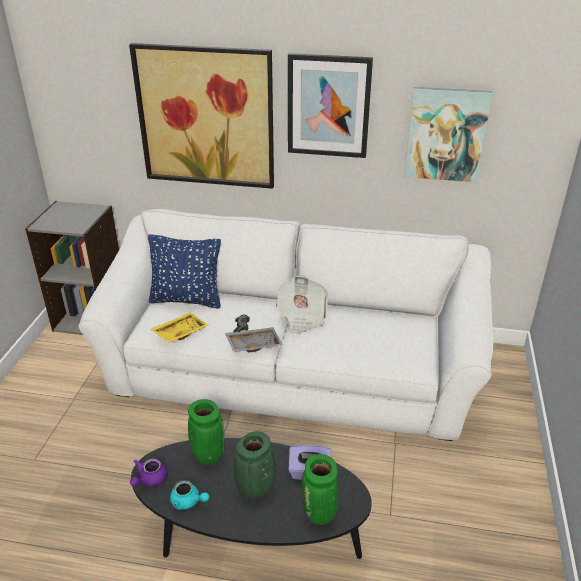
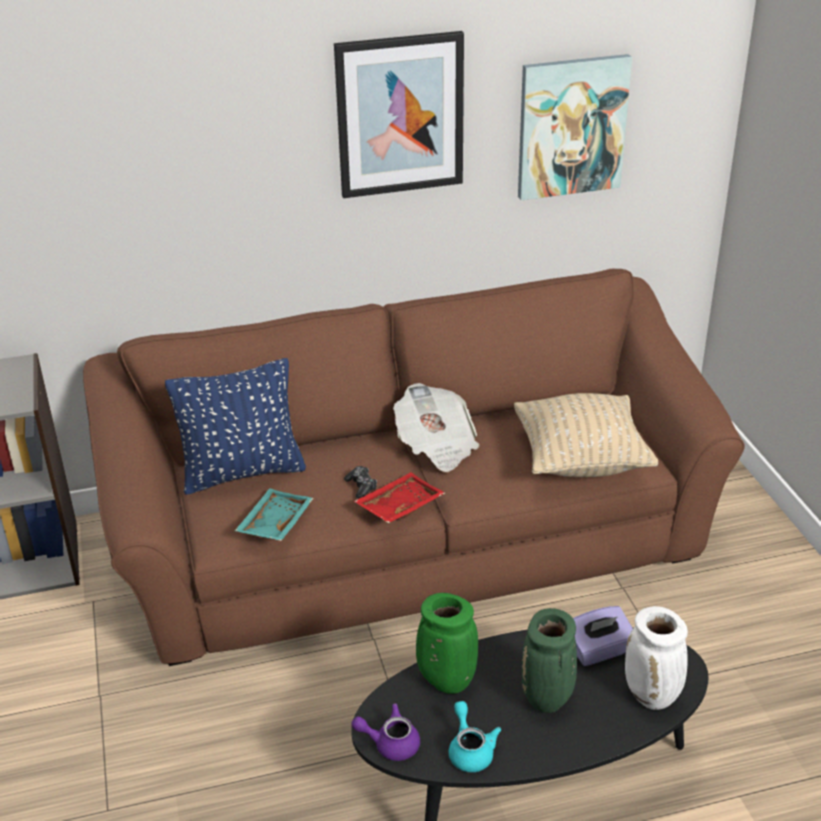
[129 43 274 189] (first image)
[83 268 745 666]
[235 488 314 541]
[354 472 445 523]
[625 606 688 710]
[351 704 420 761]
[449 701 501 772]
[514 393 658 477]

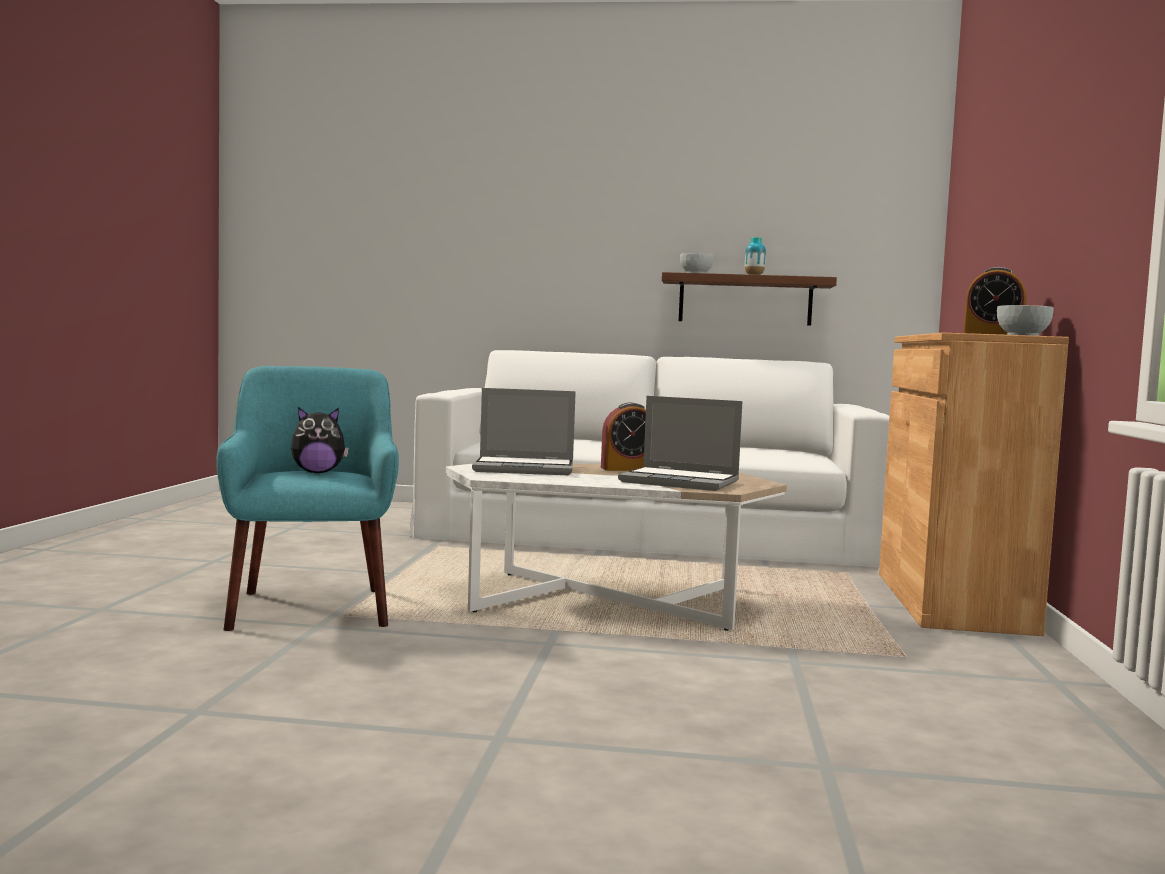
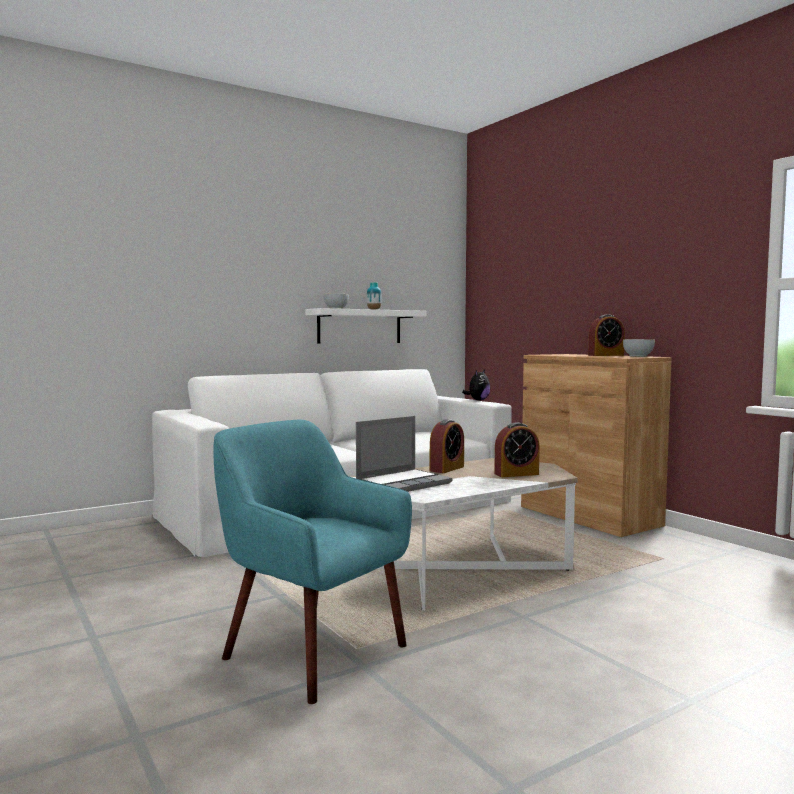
[306 308 426 344]
[494 422 540 477]
[462 370 490 401]

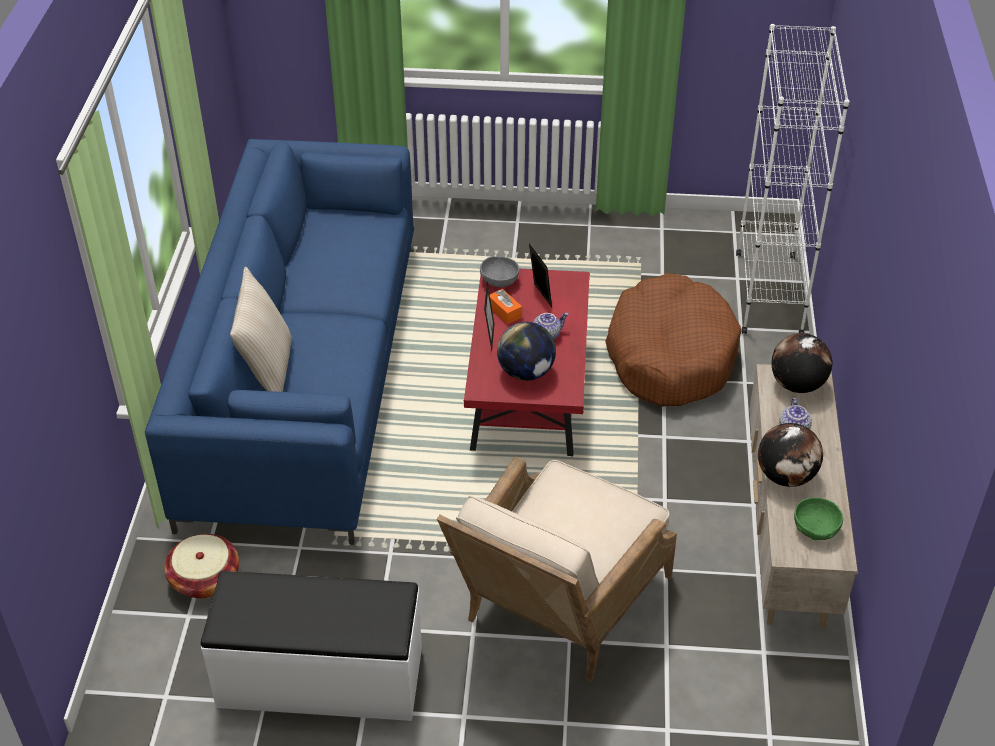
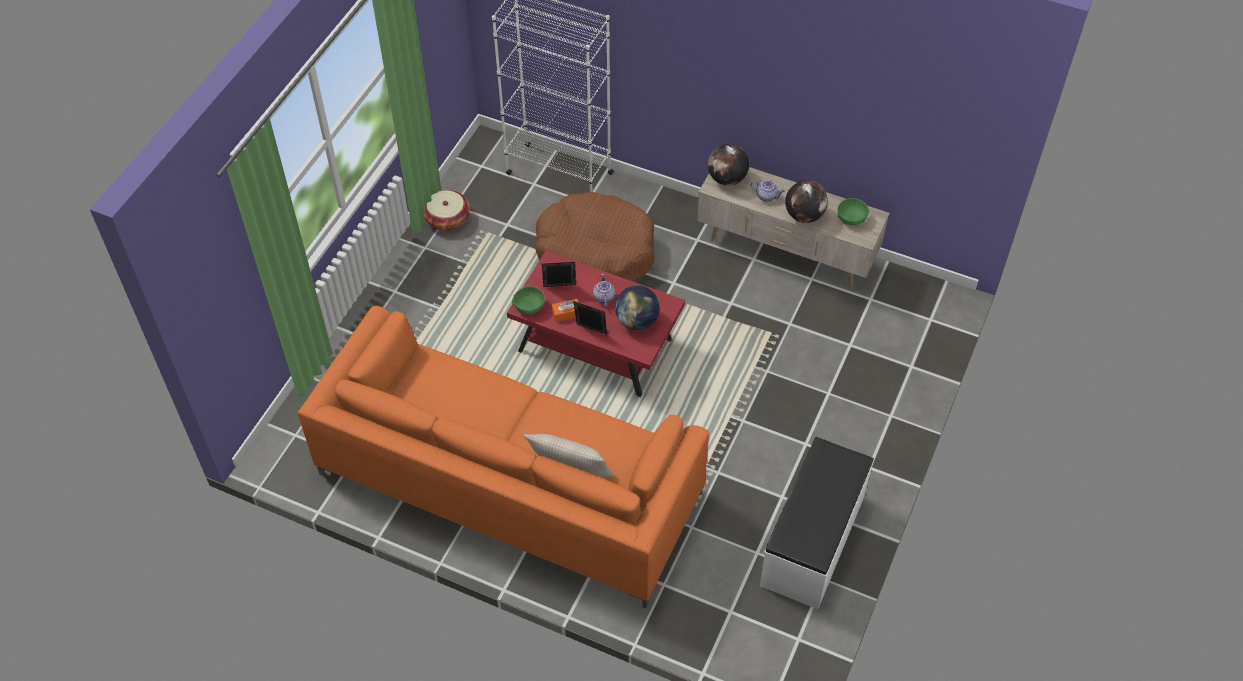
[298 306 709 609]
[512 286 545 314]
[437 457 677 682] (first image)
[423 190 470 231]

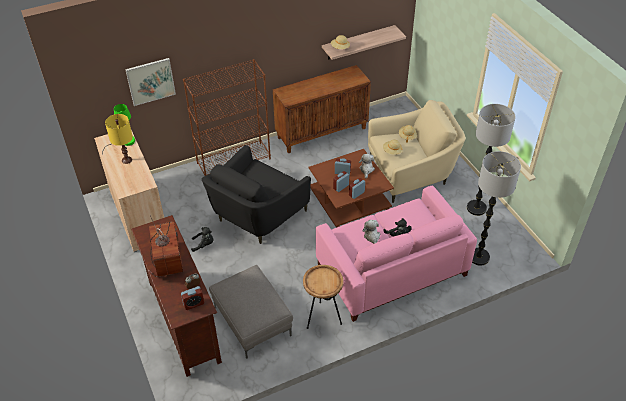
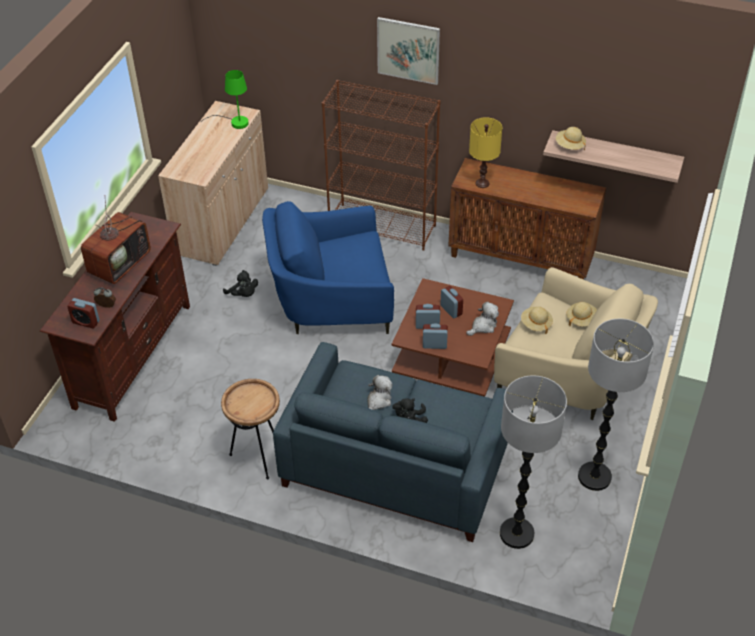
[377 17 440 85]
[469 117 502 188]
[262 201 394 334]
[273 342 513 542]
[209 265 293 359] (first image)

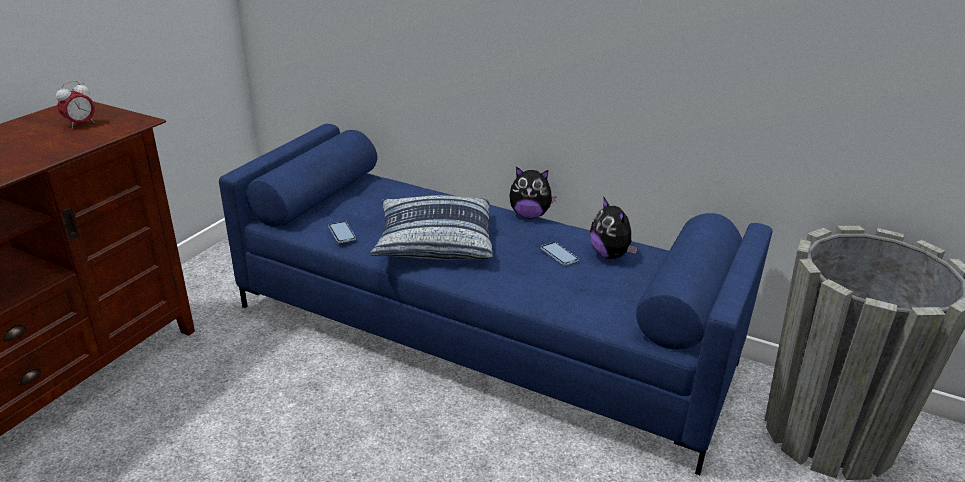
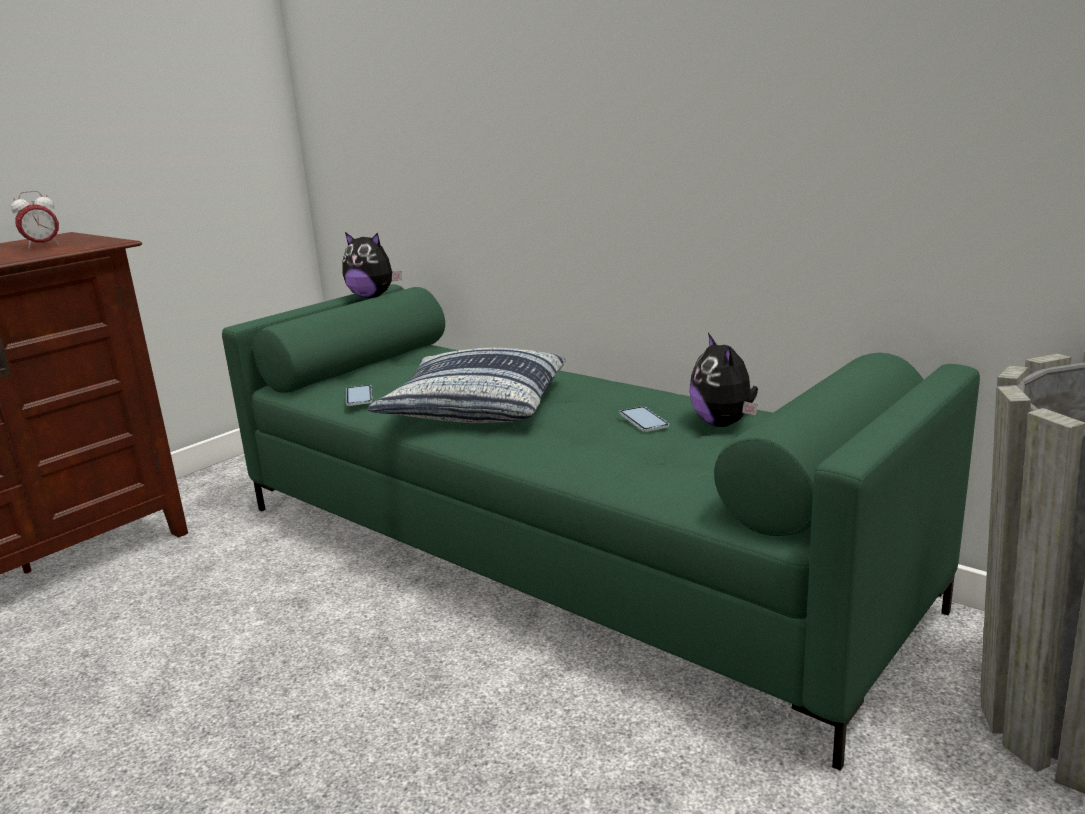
[222 284 980 771]
[343 232 402 298]

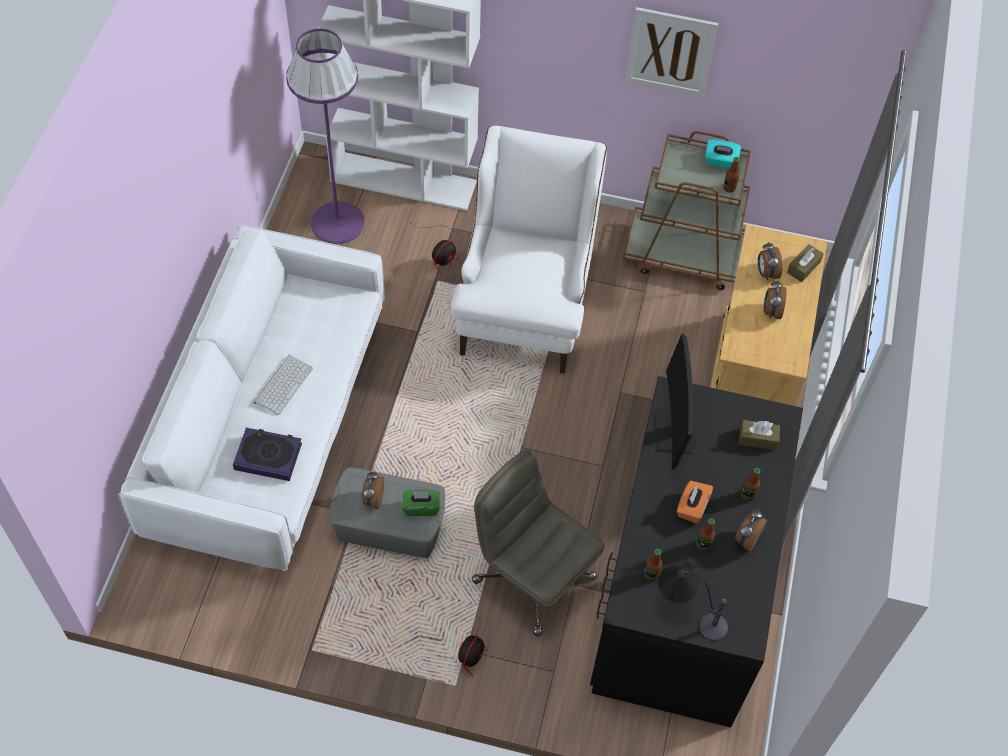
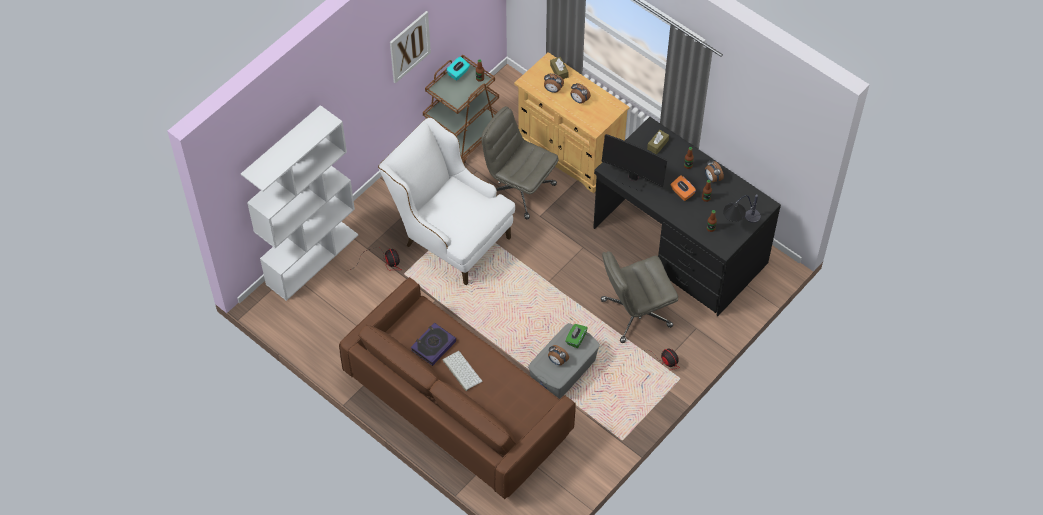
[286 29 365 244] (first image)
[339 277 576 499]
[411 323 456 366]
[481 106 559 219]

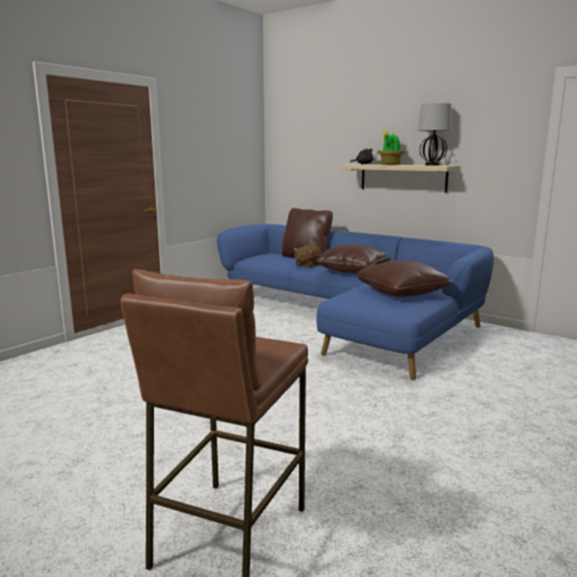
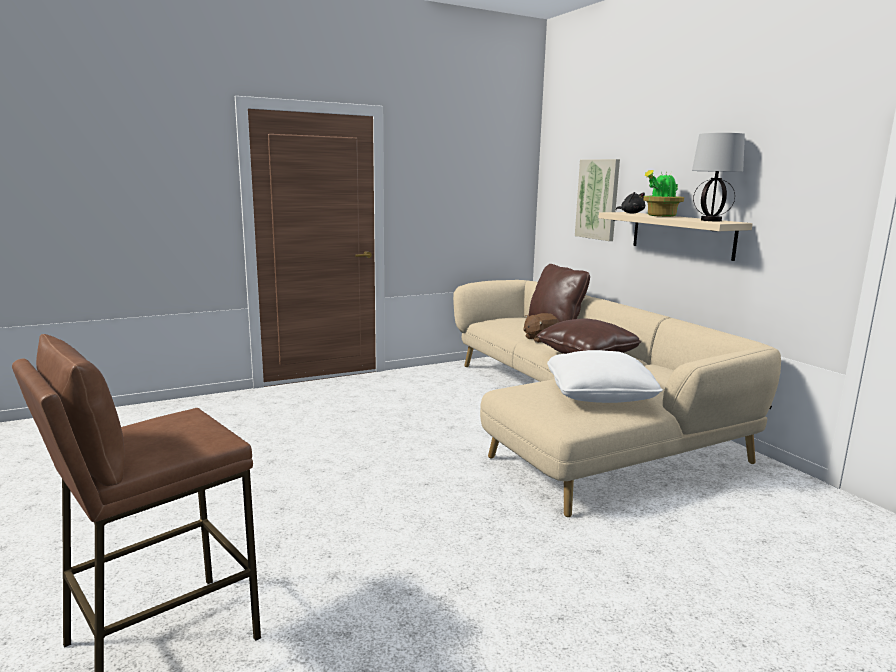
[453 280 781 517]
[547 350 663 403]
[575 159 620 241]

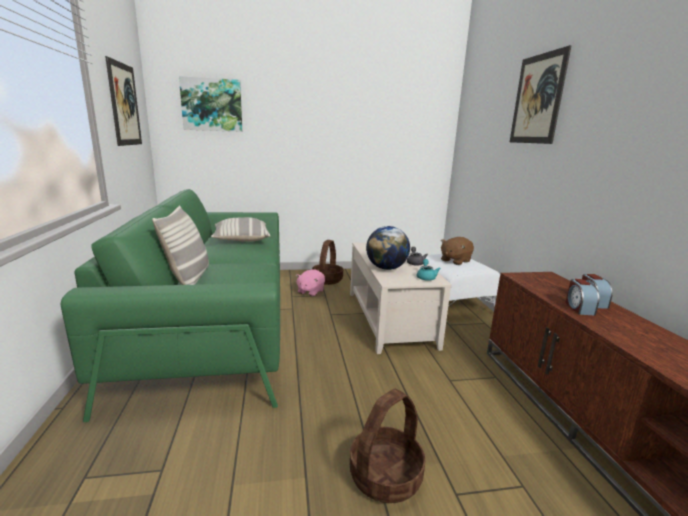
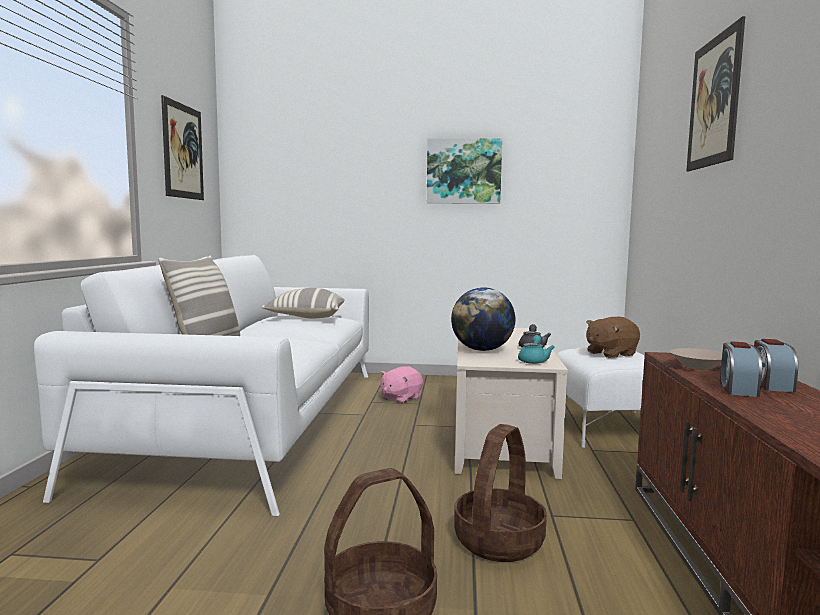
[427 138 502 204]
[34 255 369 516]
[454 424 547 562]
[670 348 723 370]

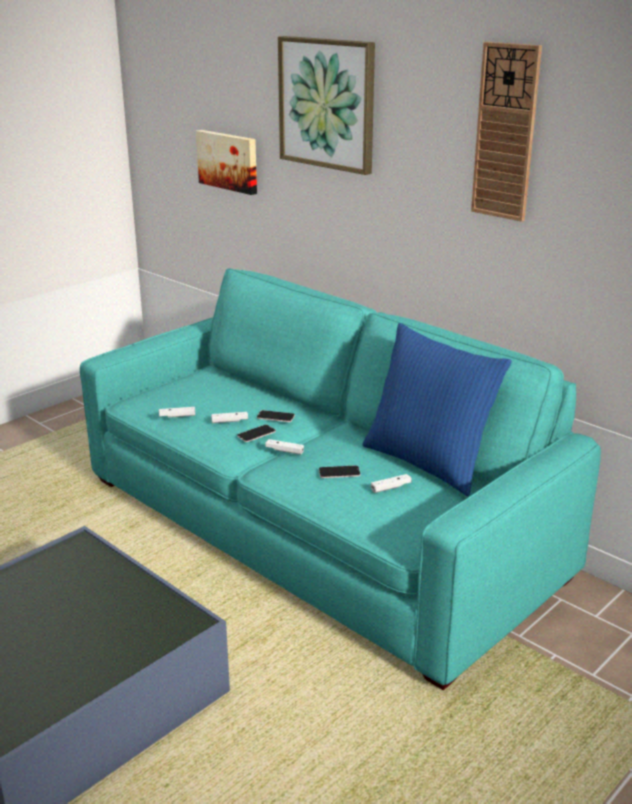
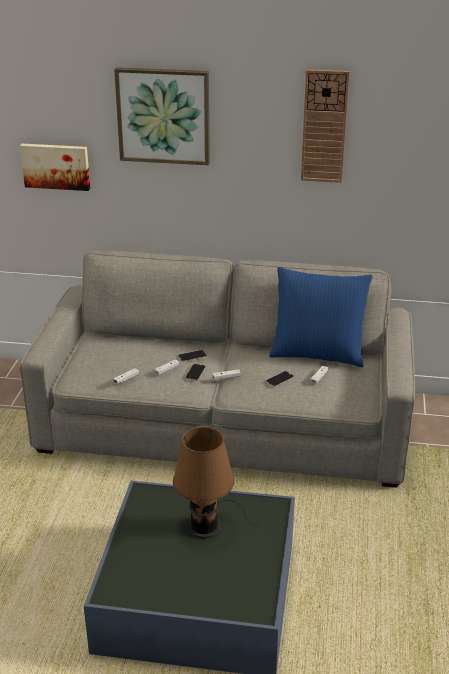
[20 251 415 488]
[173 427 259 539]

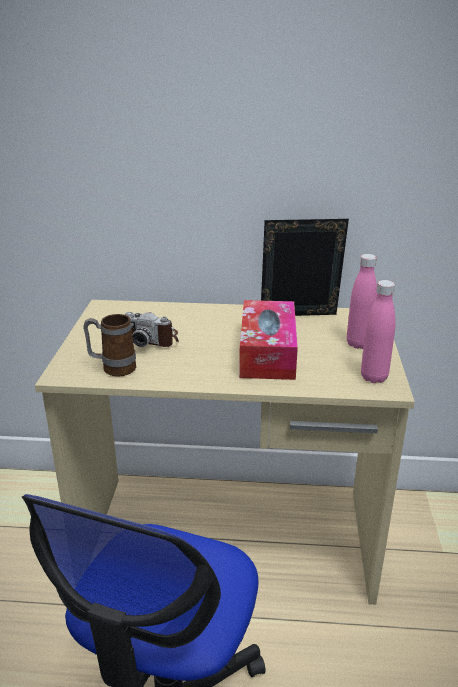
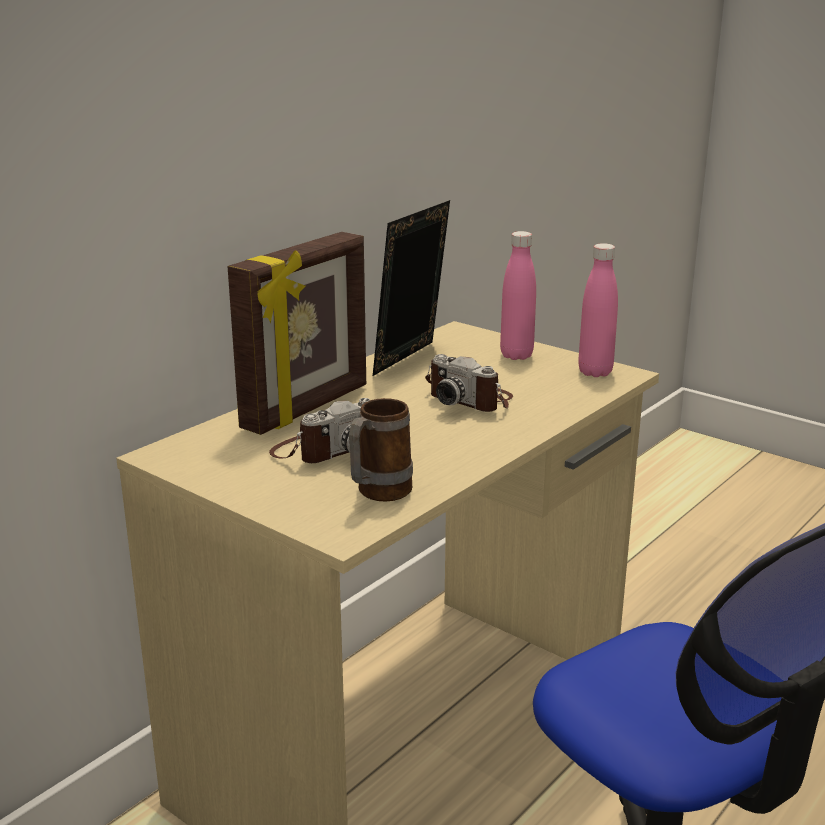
[425 354 513 412]
[228 232 366 435]

